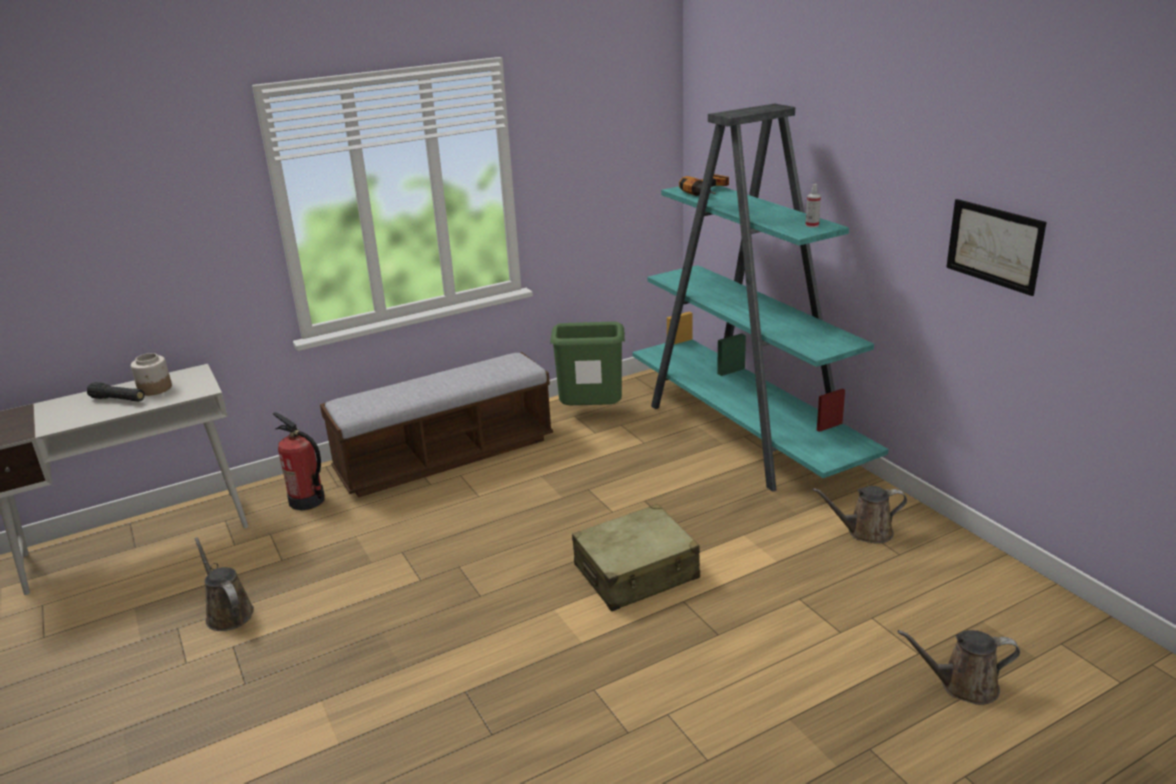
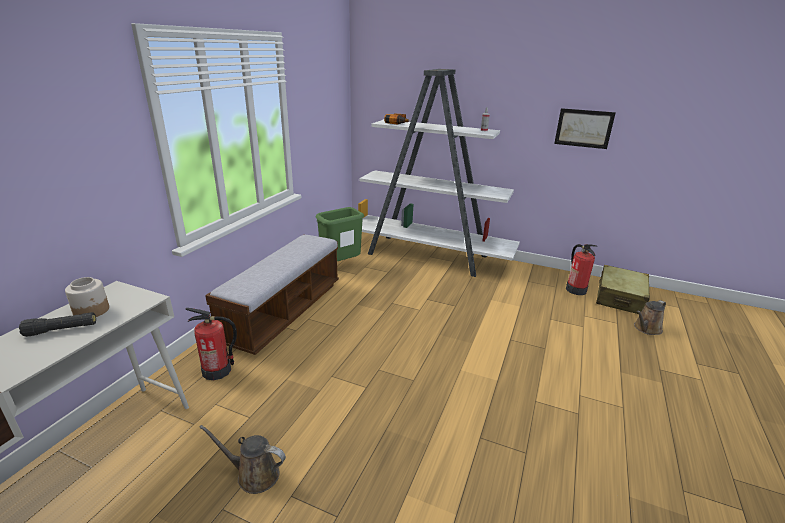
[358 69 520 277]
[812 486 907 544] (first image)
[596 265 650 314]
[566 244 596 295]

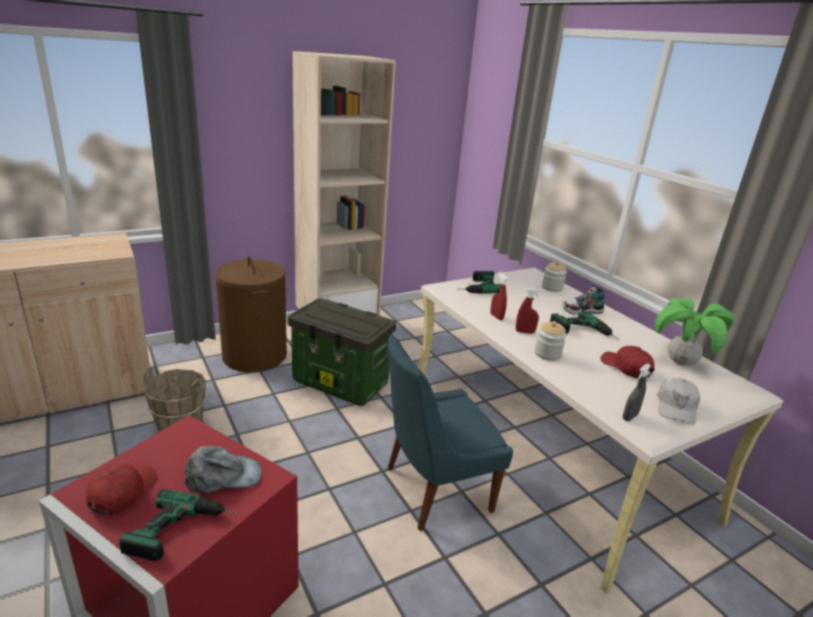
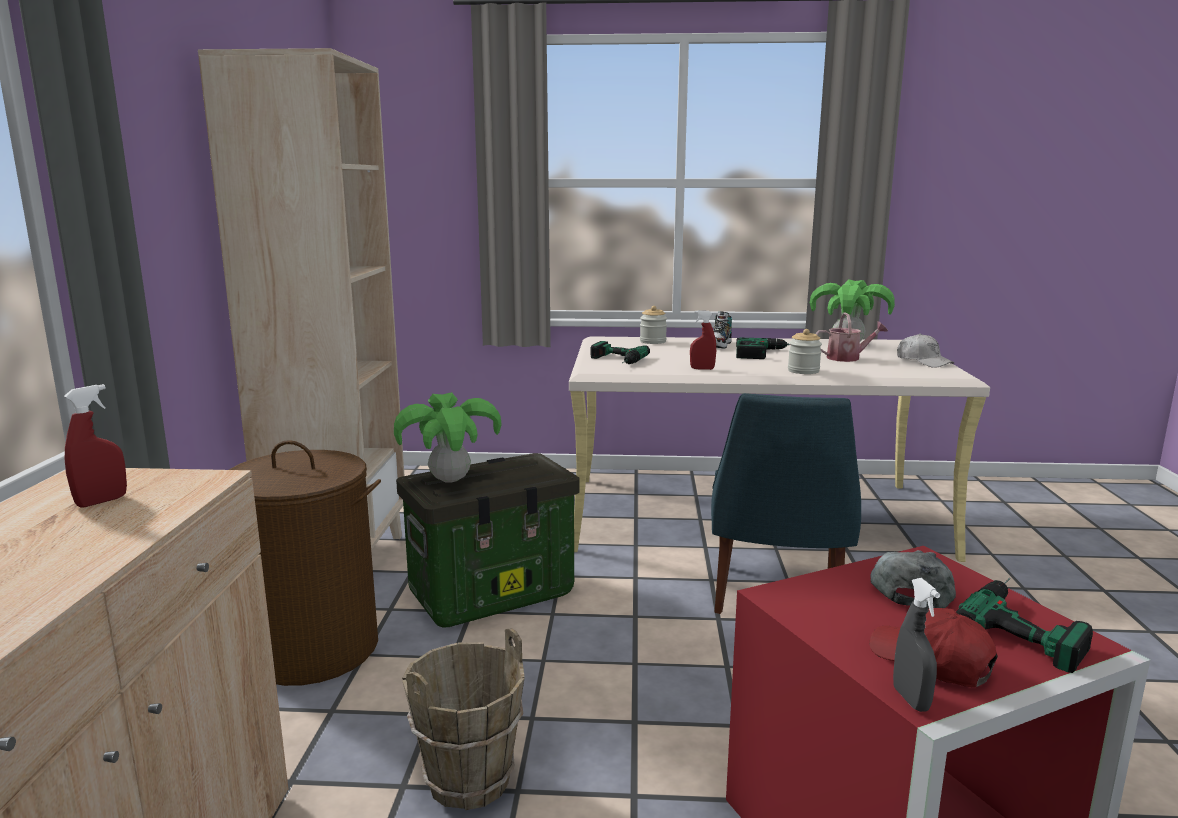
[64 384 127 507]
[816 313 888 362]
[893 578 940 712]
[394 392 502 483]

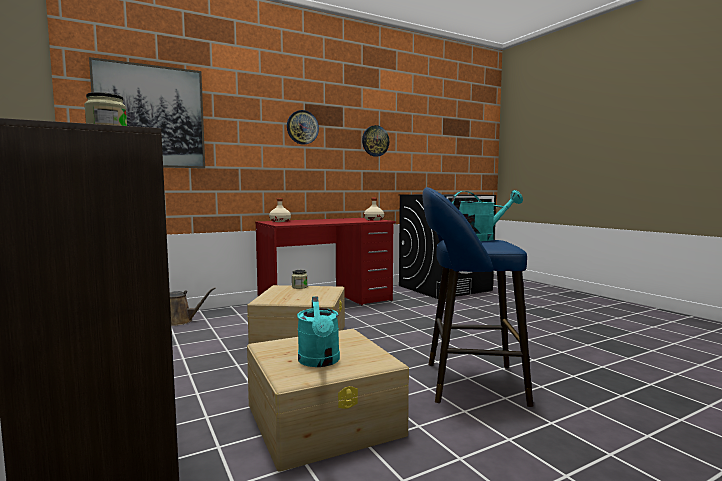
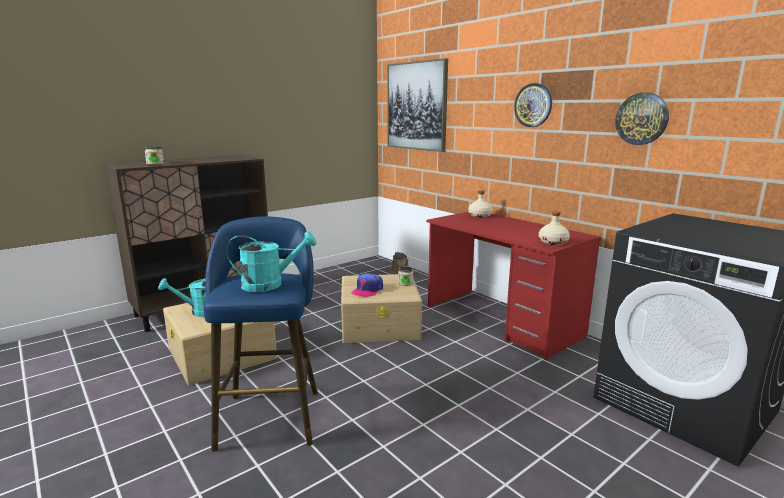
[226 231 316 292]
[351 273 383 297]

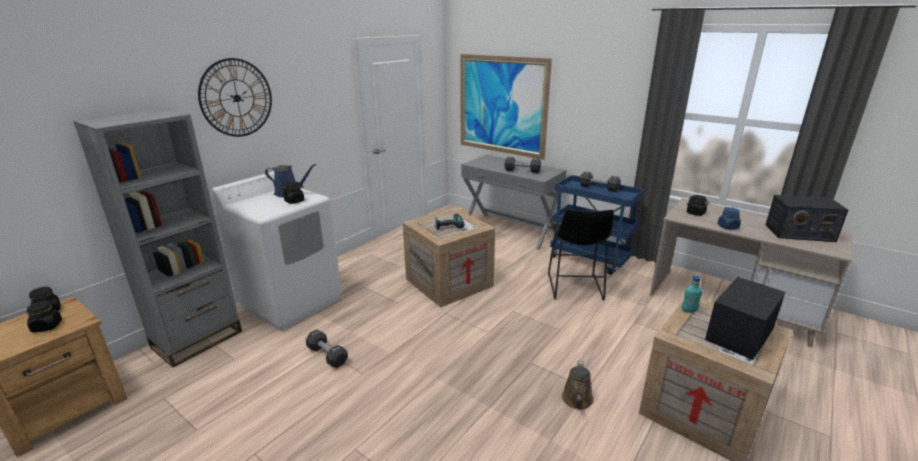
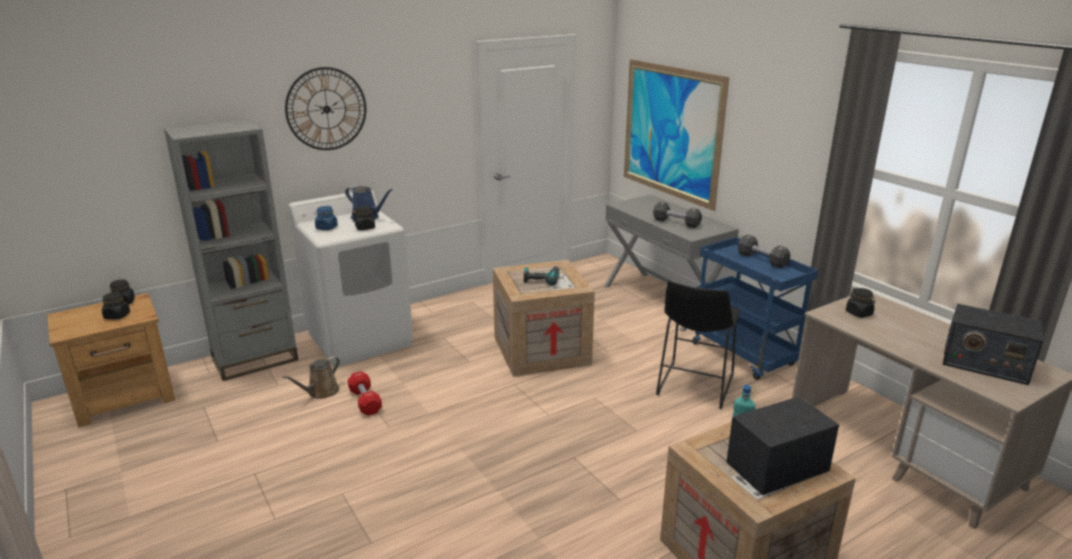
[315 206 338 230]
[348 371 382 416]
[283 356 340 399]

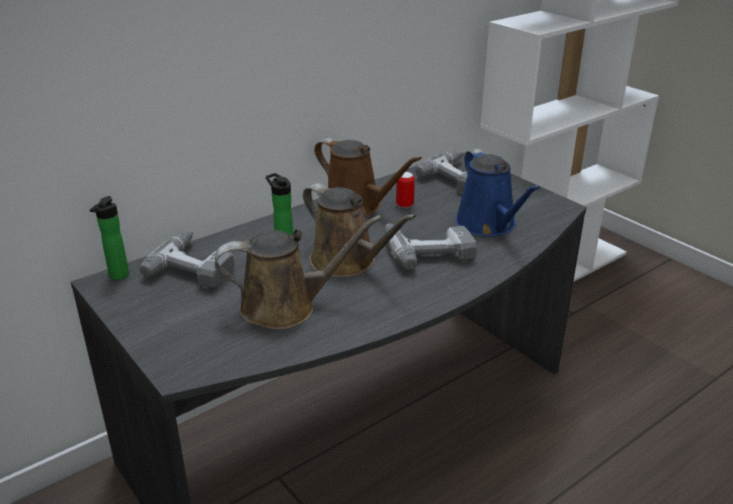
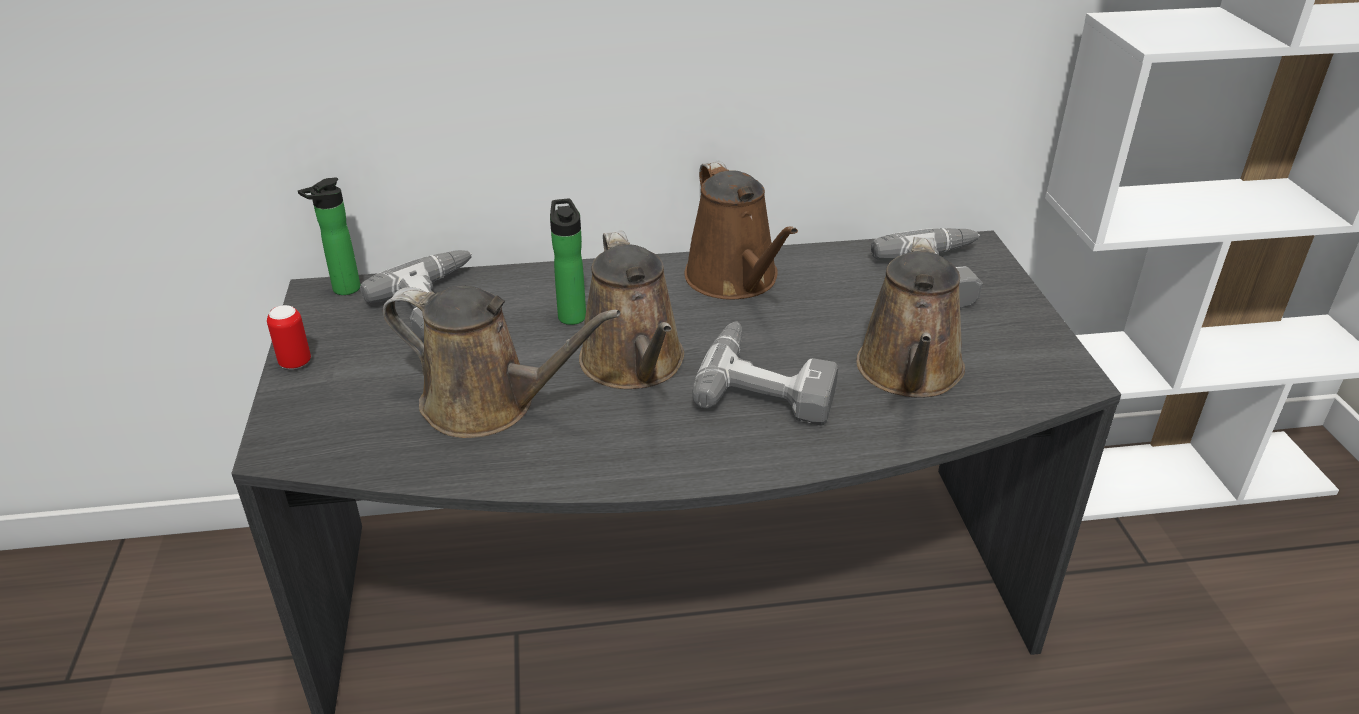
[856 237 965 398]
[267 305 311 369]

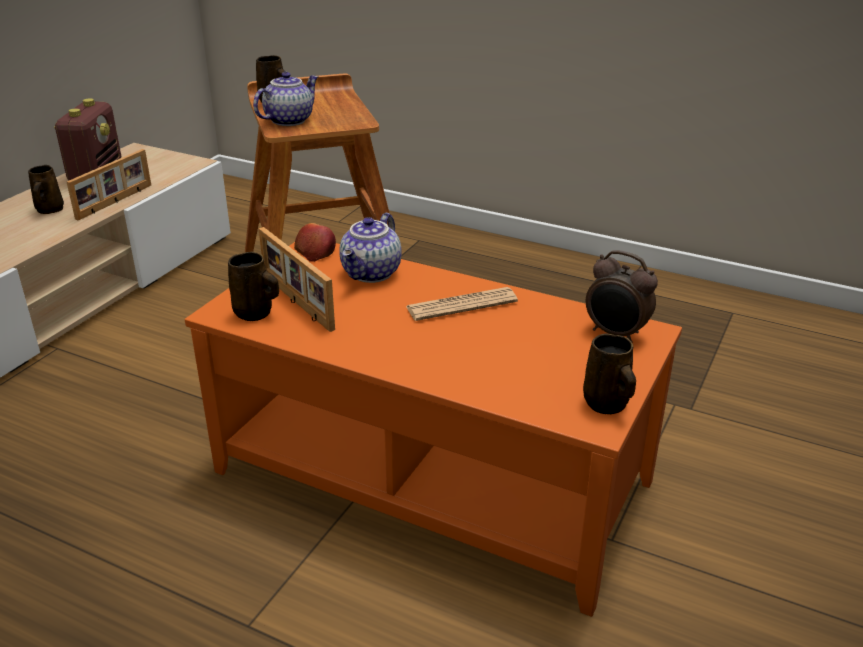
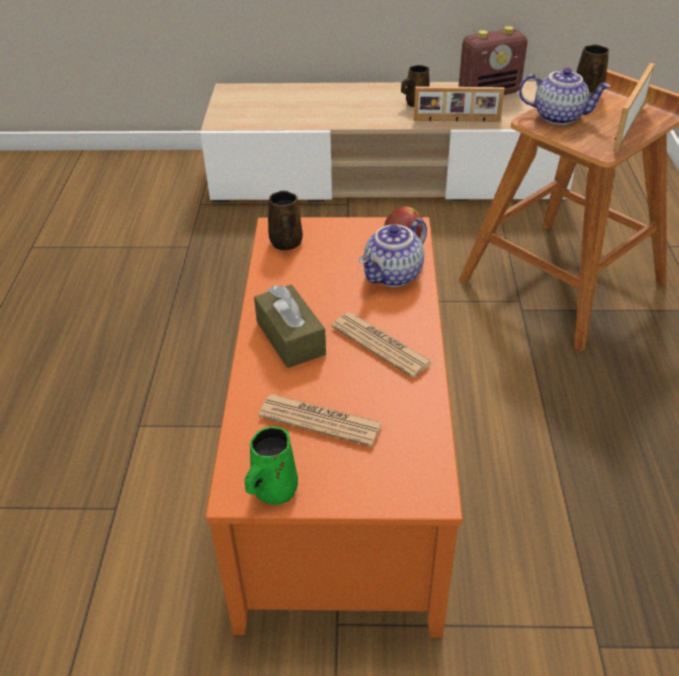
[359 218 427 287]
[613 63 655 153]
[586 250 658 343] (first image)
[245 426 298 505]
[254 285 326 368]
[258 394 382 447]

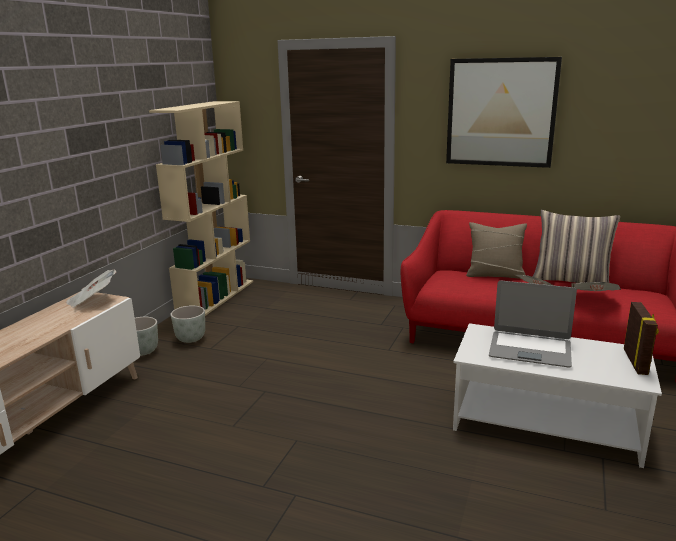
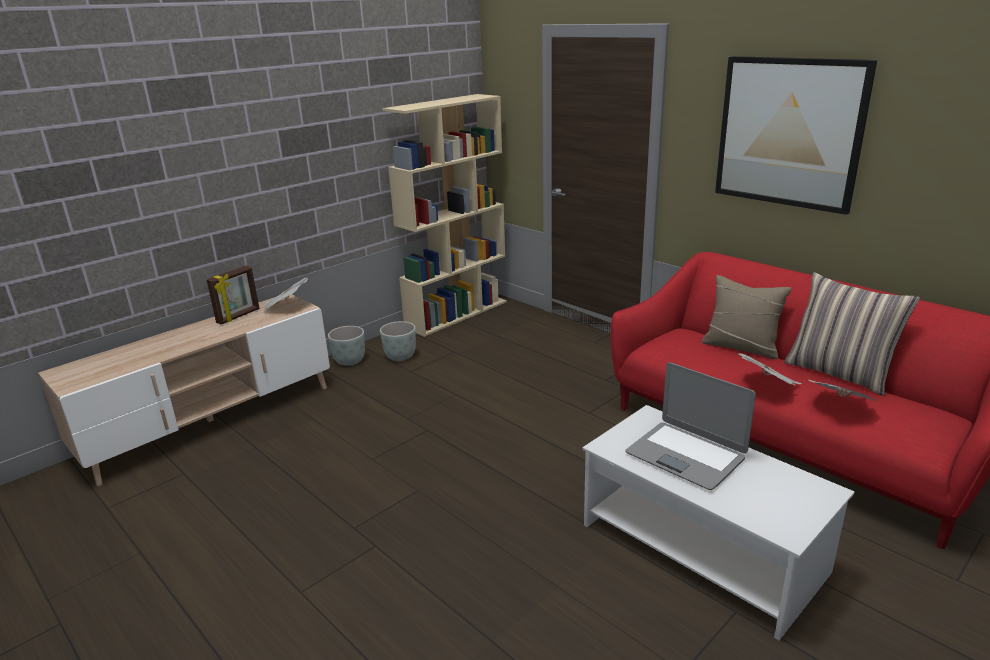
[207 265 260 324]

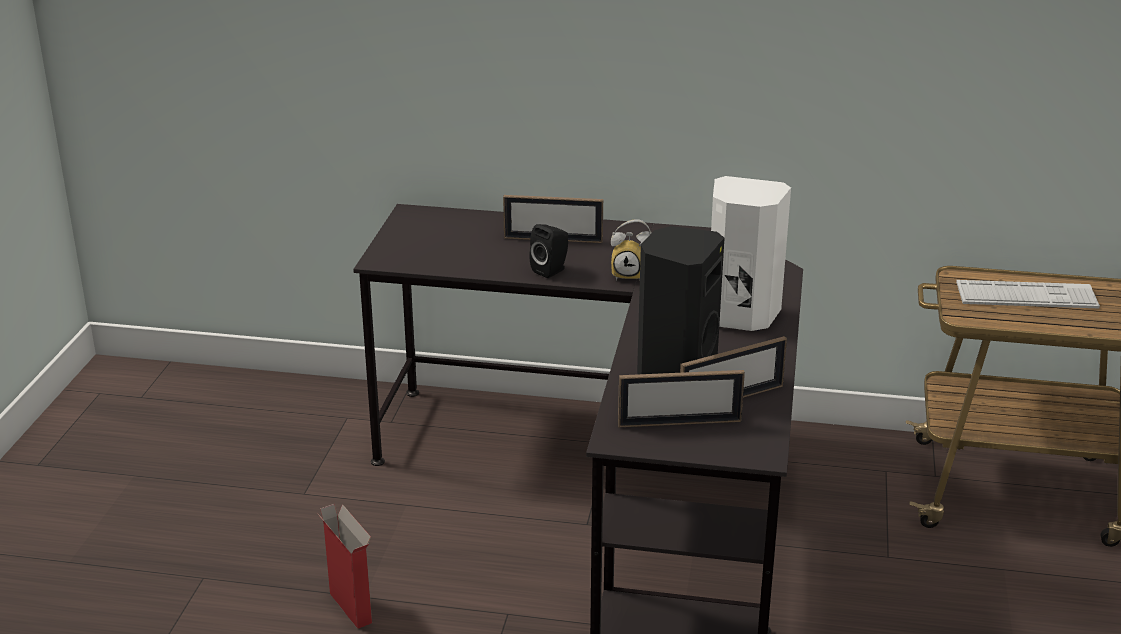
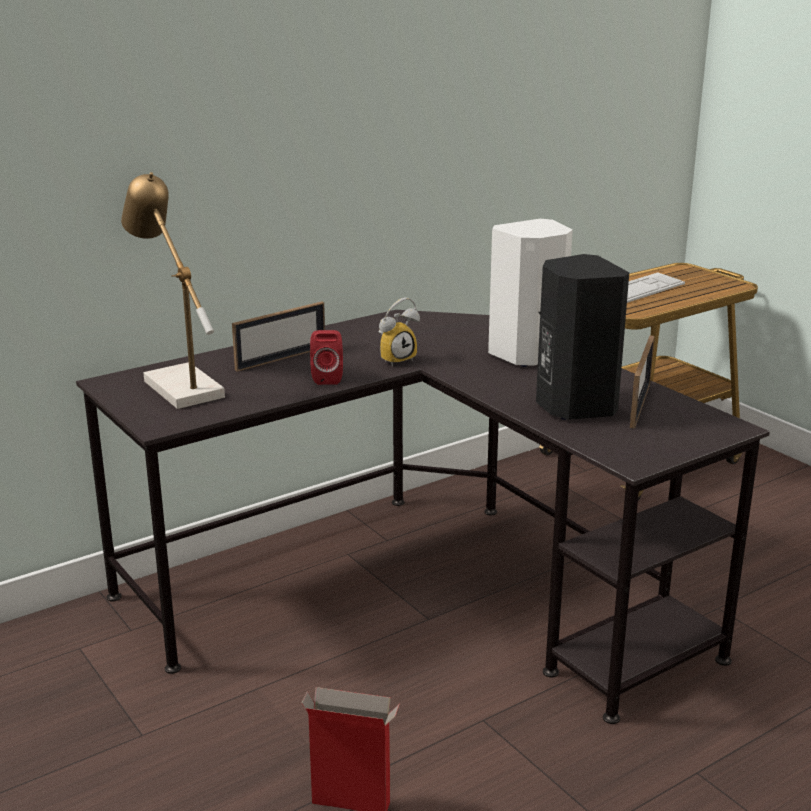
[310 330 343 385]
[618 370 745 427] (first image)
[121 172 225 409]

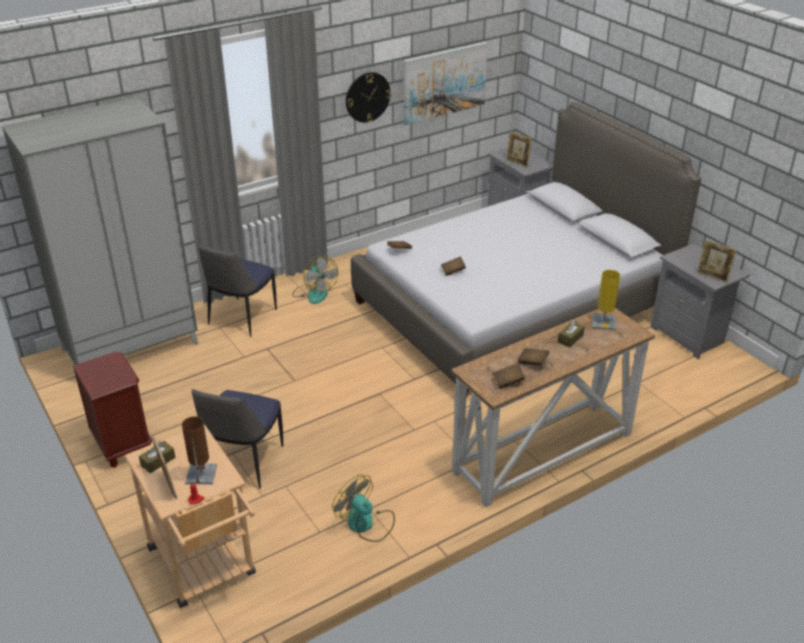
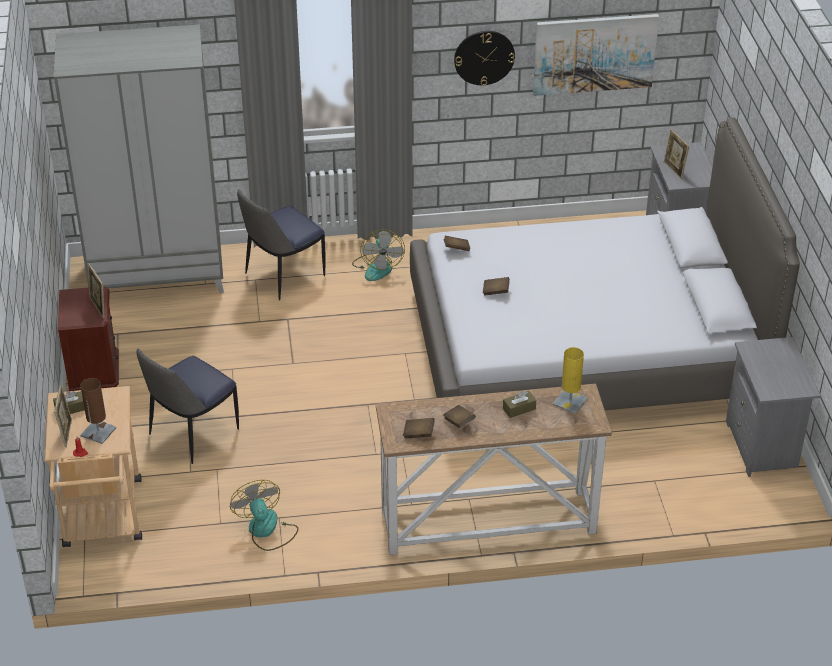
[88 263 105 318]

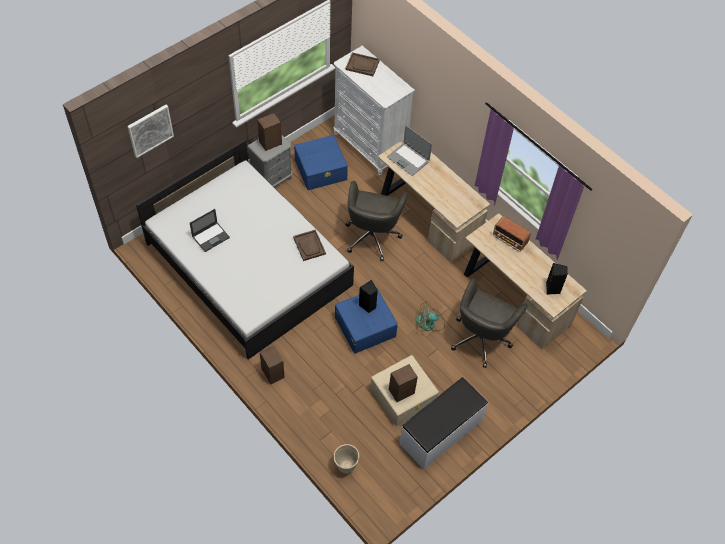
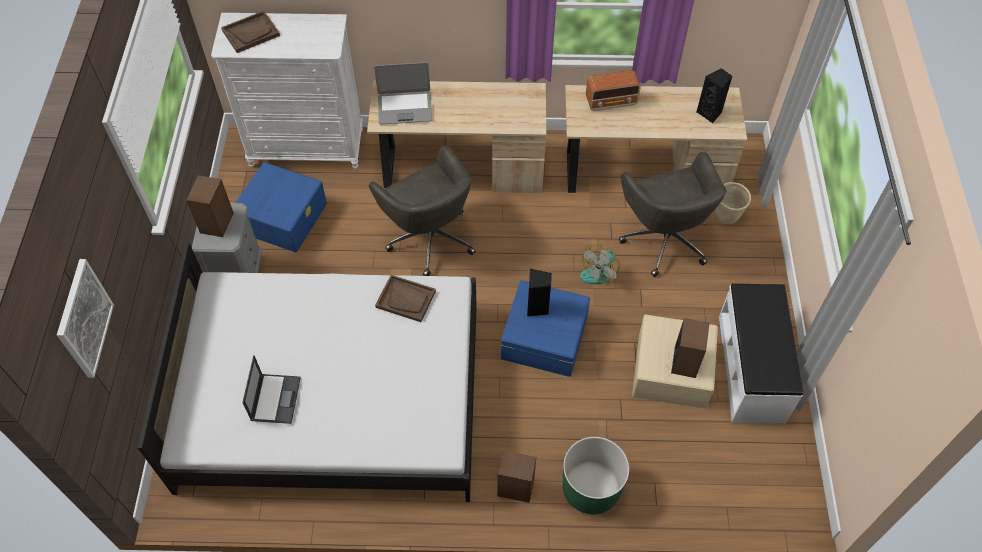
[716 182 751 224]
[563 437 629 514]

